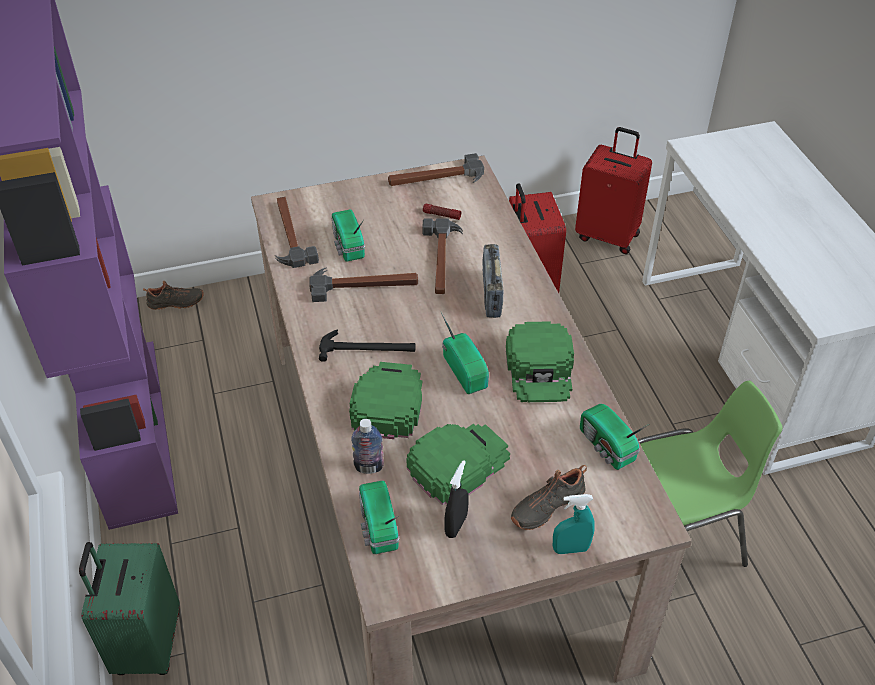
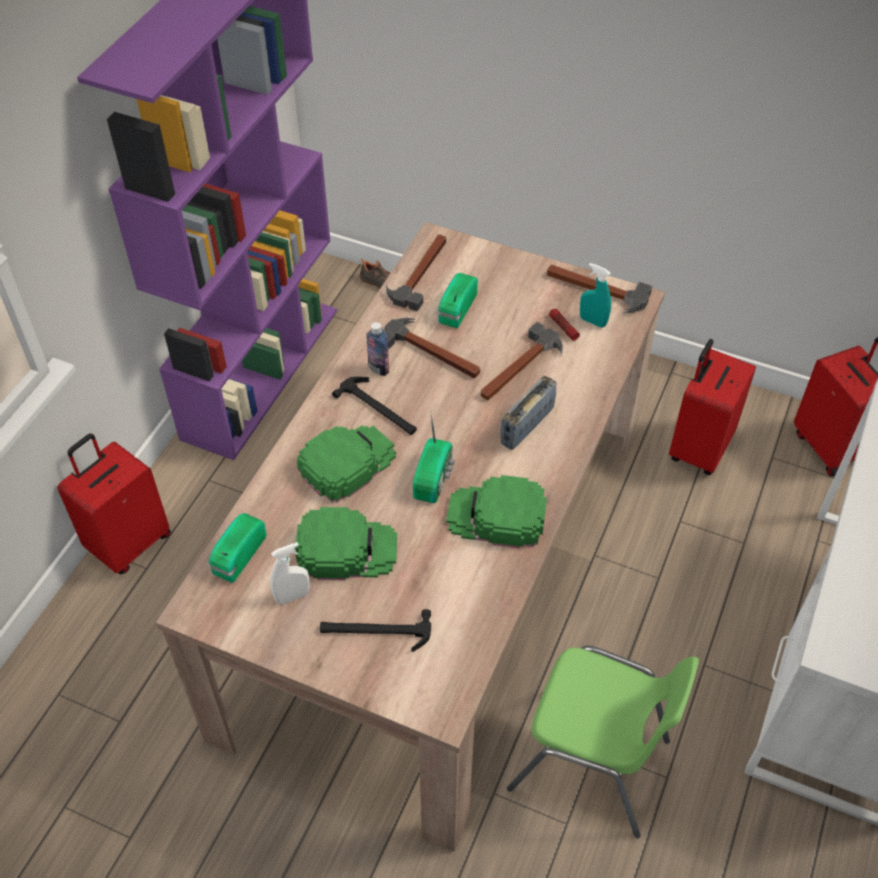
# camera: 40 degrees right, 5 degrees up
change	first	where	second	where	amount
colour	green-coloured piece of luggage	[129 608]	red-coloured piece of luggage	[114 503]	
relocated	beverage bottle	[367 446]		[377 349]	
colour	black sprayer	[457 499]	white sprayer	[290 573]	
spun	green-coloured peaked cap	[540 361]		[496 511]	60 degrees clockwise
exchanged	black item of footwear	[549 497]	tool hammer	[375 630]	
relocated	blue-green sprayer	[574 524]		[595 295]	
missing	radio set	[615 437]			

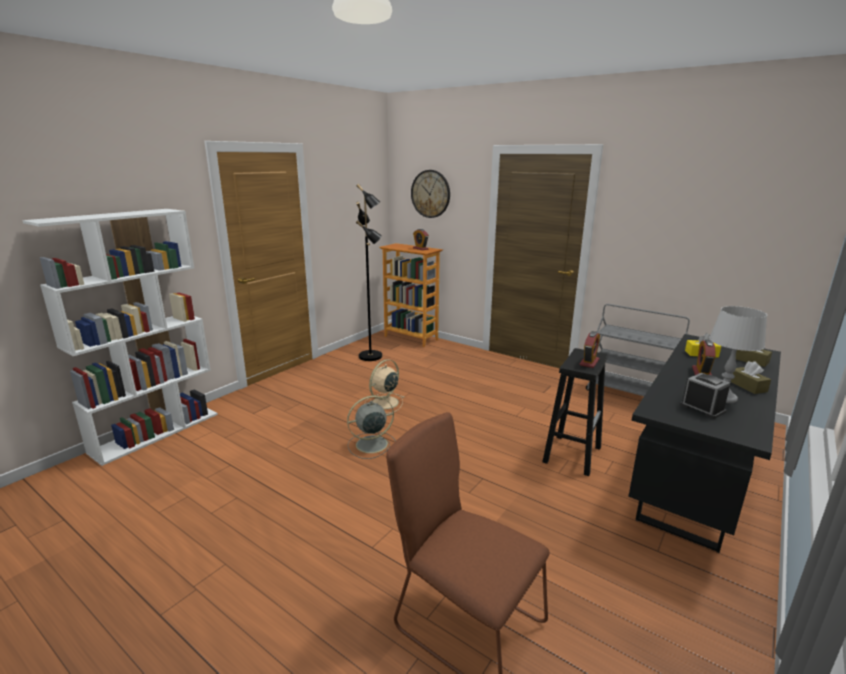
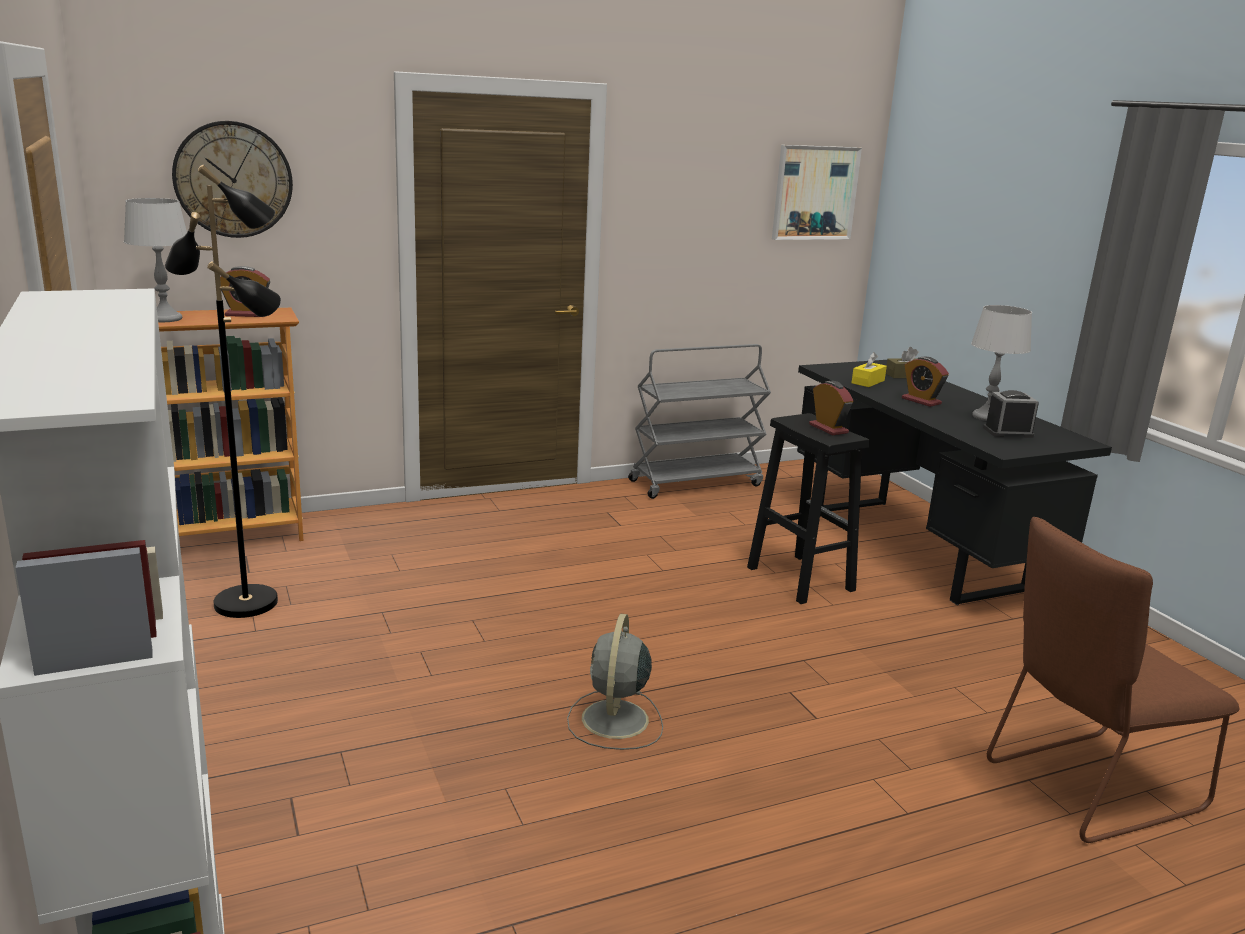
# camera: 60 degrees left, 0 degrees up
change	first	where	second	where	amount
missing	beige-coloured fan	[384 386]			
missing	brown-coloured box of tissues	[751 377]			
appeared			gray tabletop lamp	[155 260]	
appeared			wall art	[817 192]	

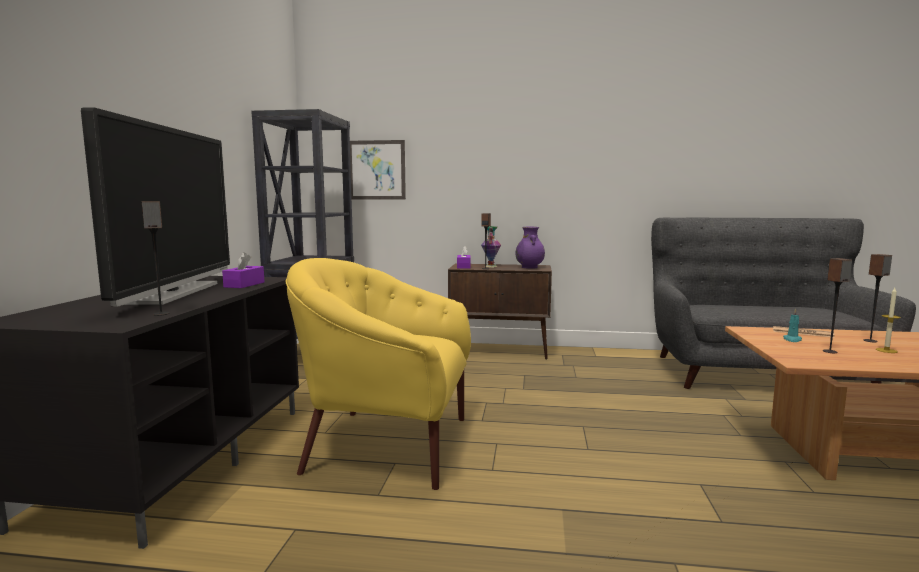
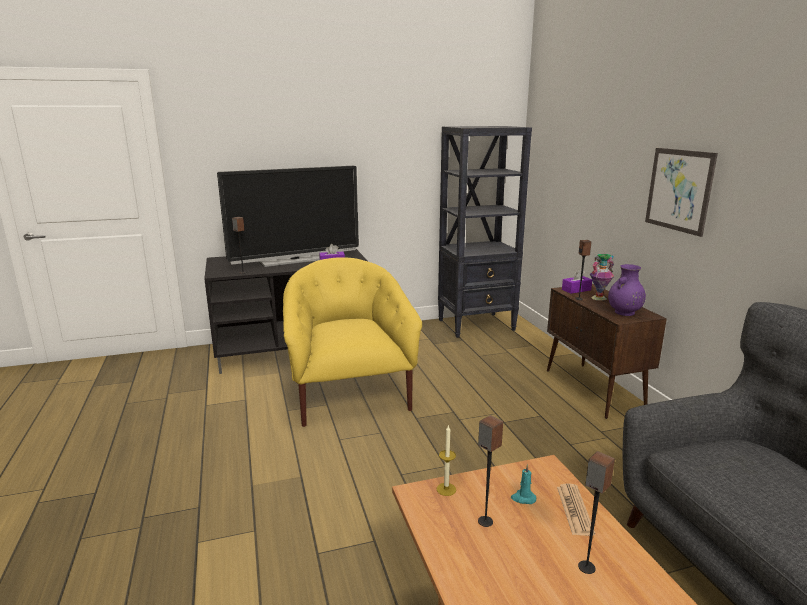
# camera: 65 degrees right, 10 degrees up
change	first	where	second	where	amount
relocated	wall art	[378 169]		[681 192]	
relocated	candle	[888 320]		[446 460]	

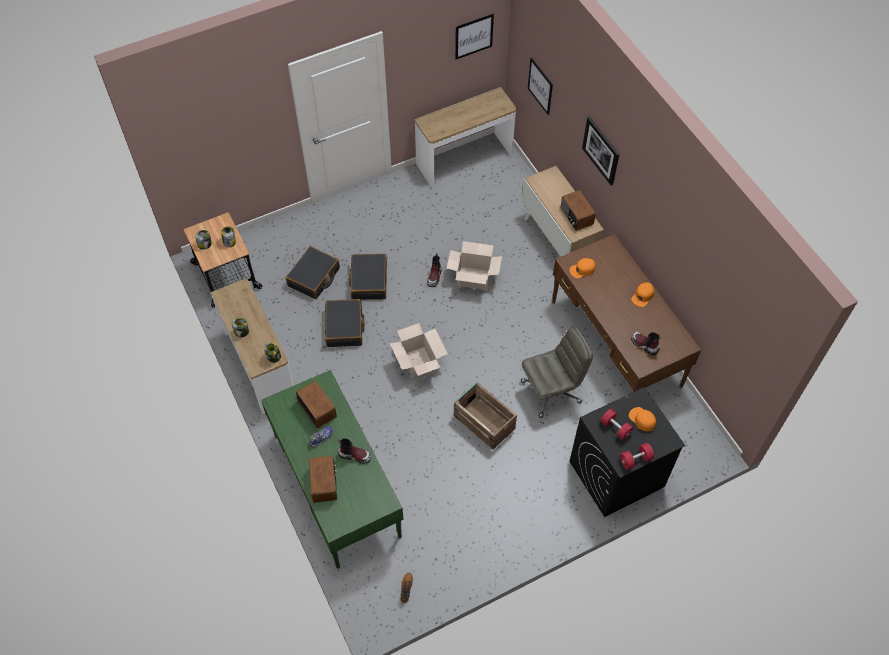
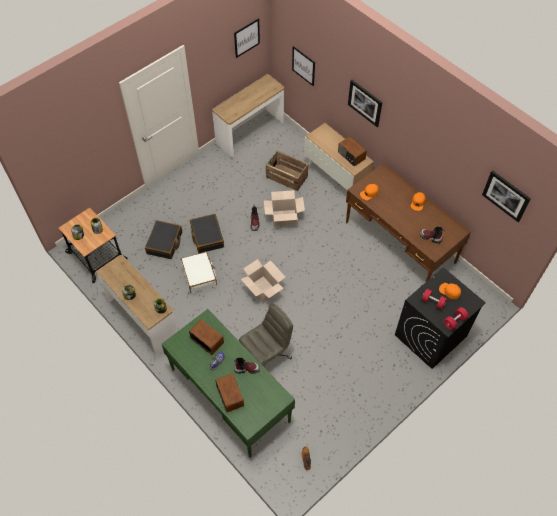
# camera: 15 degrees left, 0 degrees up
change	first	where	second	where	amount
colour	black piece of luggage	[345 323]	white piece of luggage	[199 272]	
relocated	shipping crate	[485 415]		[287 170]	
relocated	gray desk chair	[557 372]		[266 336]	
appeared			wall art	[506 196]	

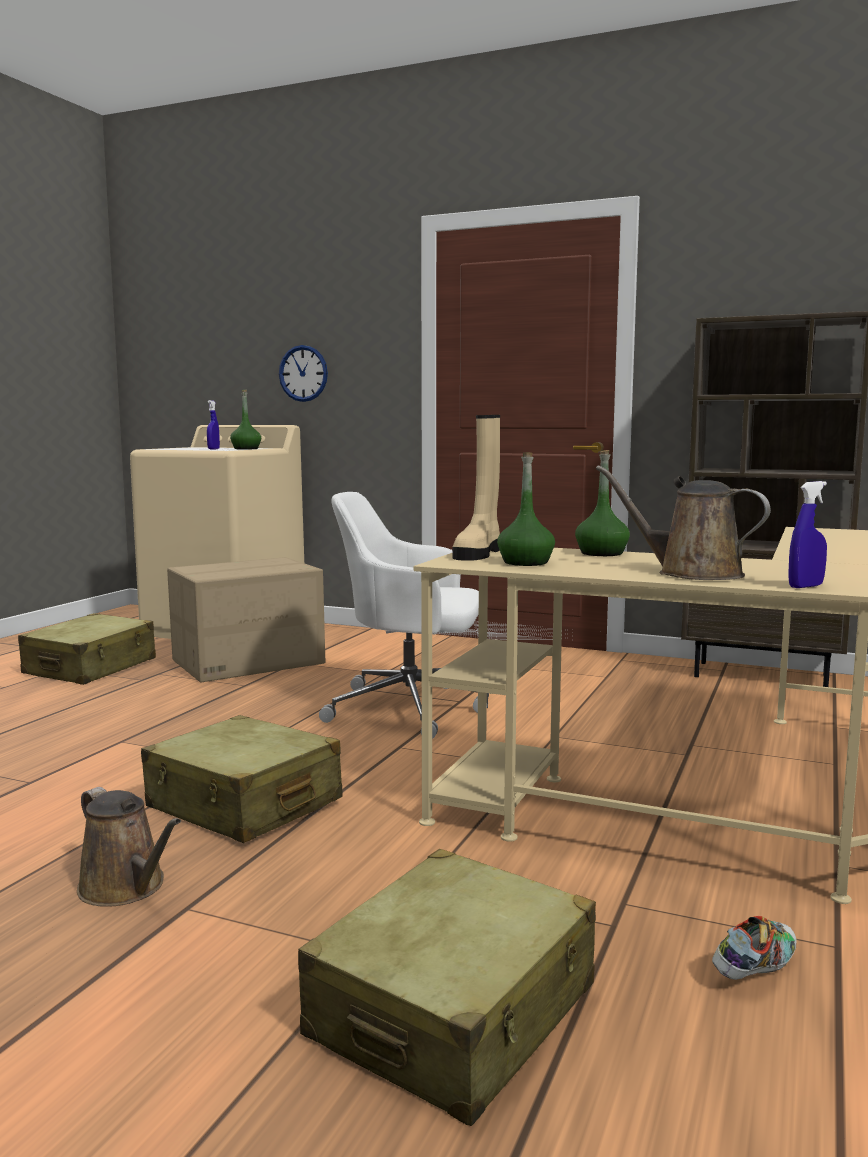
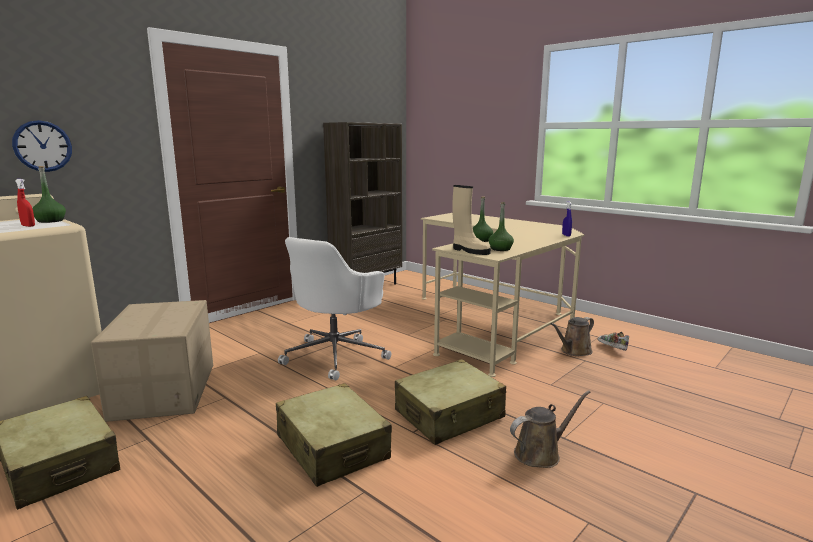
# camera: 70 degrees left, 5 degrees up
change	first	where	second	where	amount
colour	blue-coloured sprayer	[213 425]	red-coloured sprayer	[25 203]	
relocated	beige-coloured piece of luggage	[447 987]		[334 435]	
relocated	brown-coloured watering can	[683 523]		[572 336]	

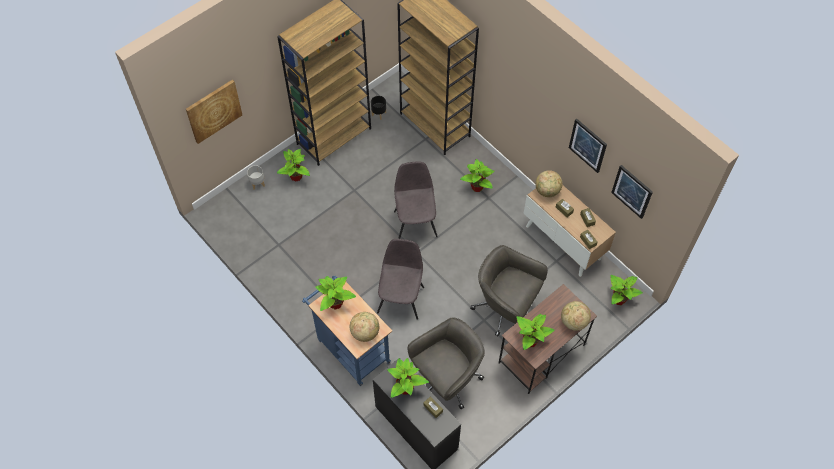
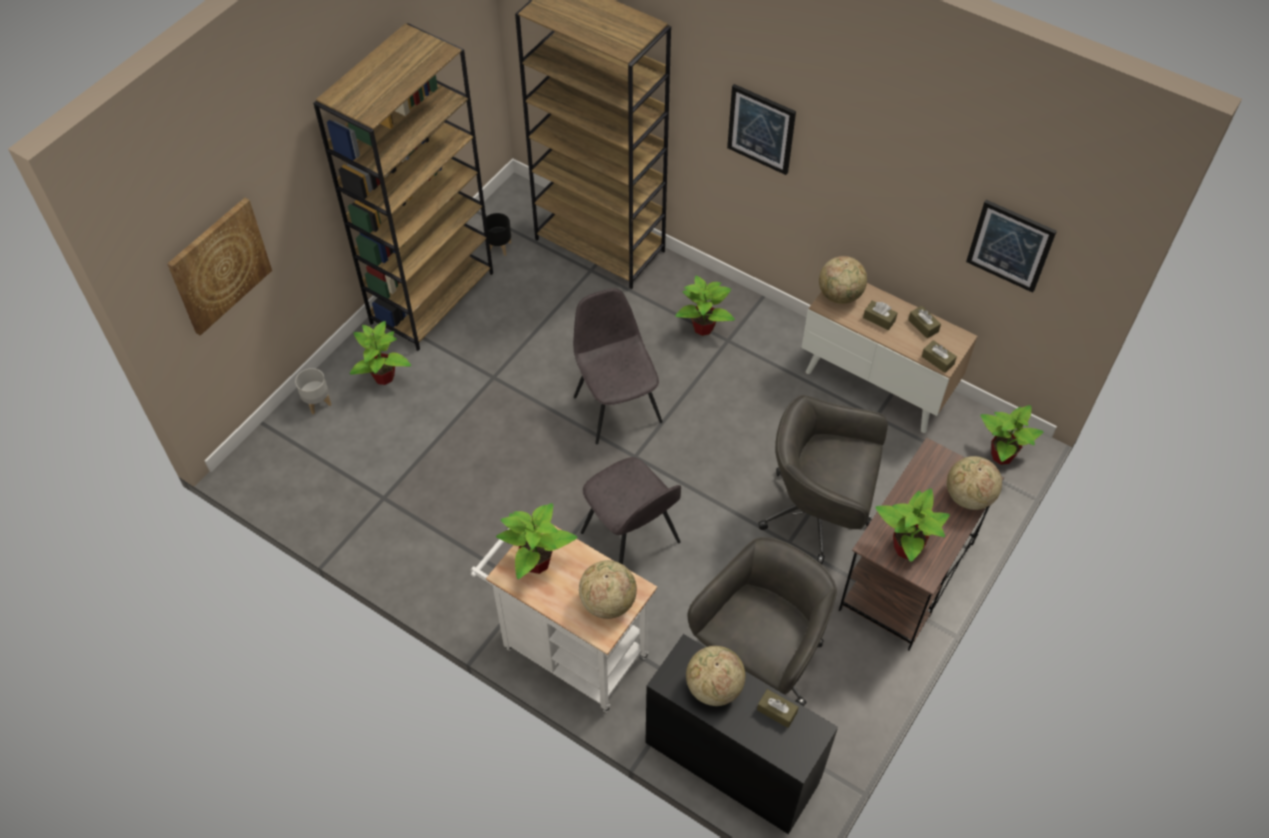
# camera: 15 degrees left, 5 degrees down
change	first	where	second	where	amount
colour	blue-coloured cart	[347 331]	white cart	[564 618]	
spun	gray chair	[400 279]		[631 510]	150 degrees clockwise
exchanged	potted plant	[408 378]	globe	[715 676]	
relocated	wall art	[588 146]		[761 129]	

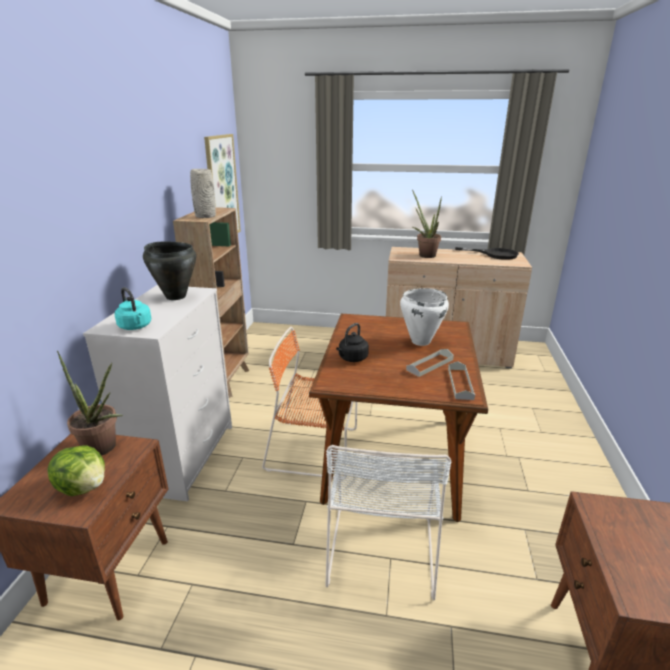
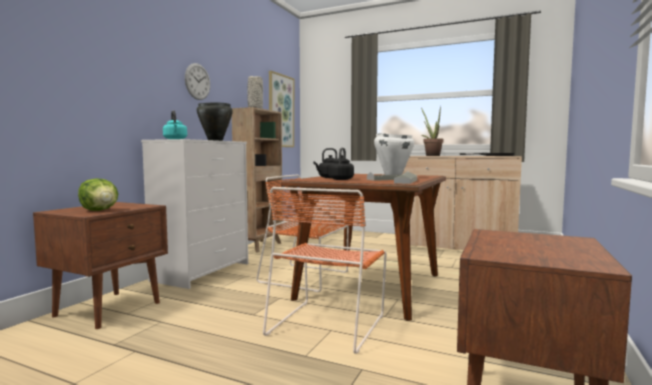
# camera: 15 degrees right, 20 degrees down
change	first	where	second	where	amount
missing	potted plant	[90 403]			
colour	white chair	[388 522]	orangey chair	[325 270]	
appeared			wall clock	[197 81]	
appeared			black water kettle	[341 164]	

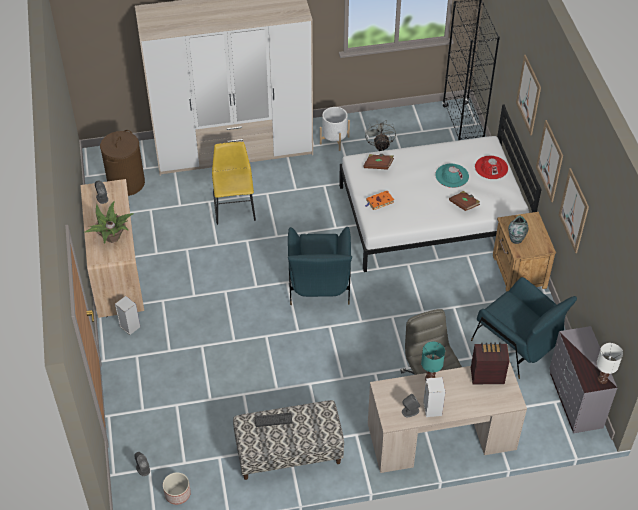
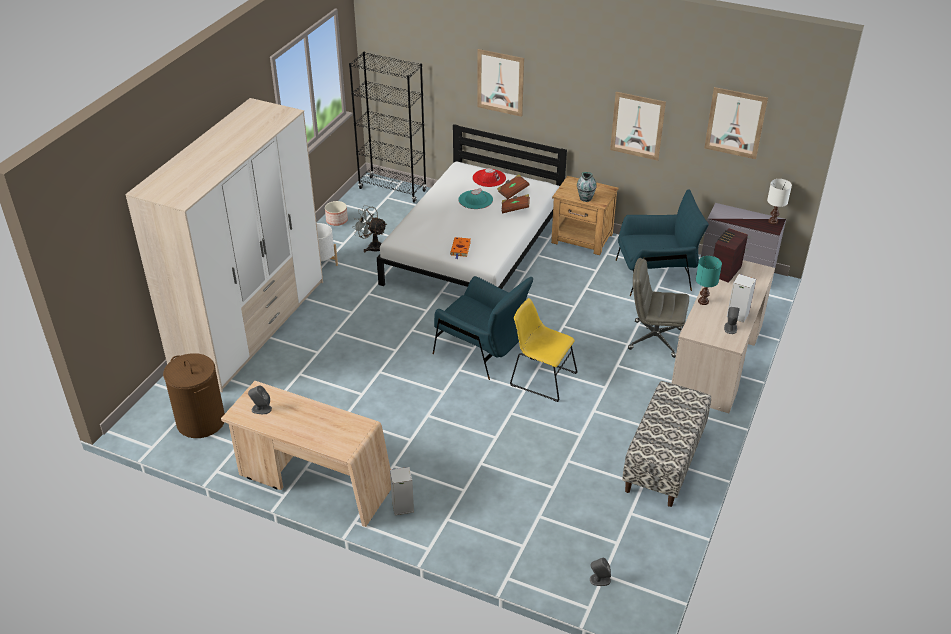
# camera: 55 degrees left, 10 degrees down
change	first	where	second	where	amount
missing	potted plant	[109 222]			
relocated	plant pot	[177 488]		[336 213]	
relocated	yellow-coloured chair	[234 183]		[544 350]	
missing	PC keyboard	[273 420]			
relocated	brown-coloured book	[378 162]		[513 187]	
relocated	wall art	[549 161]		[736 123]	

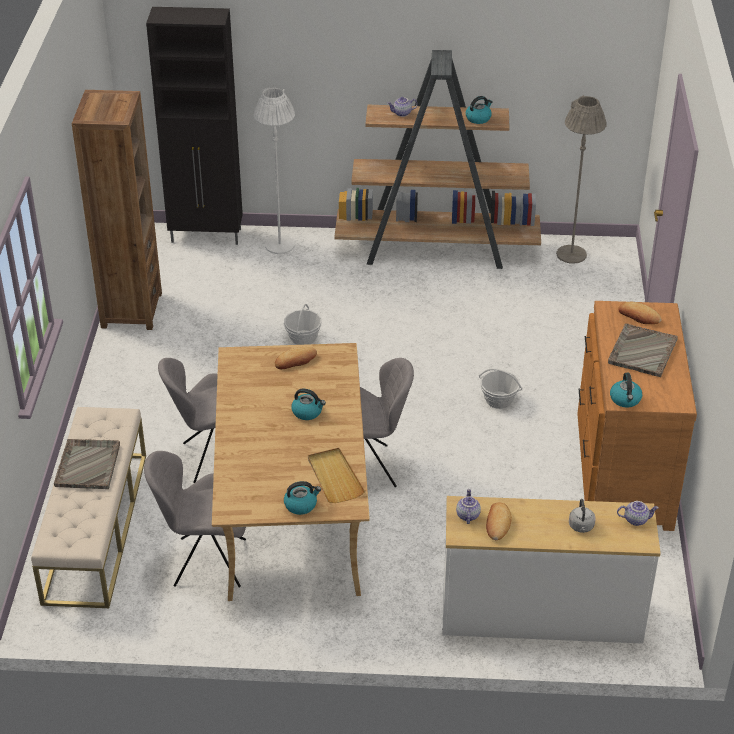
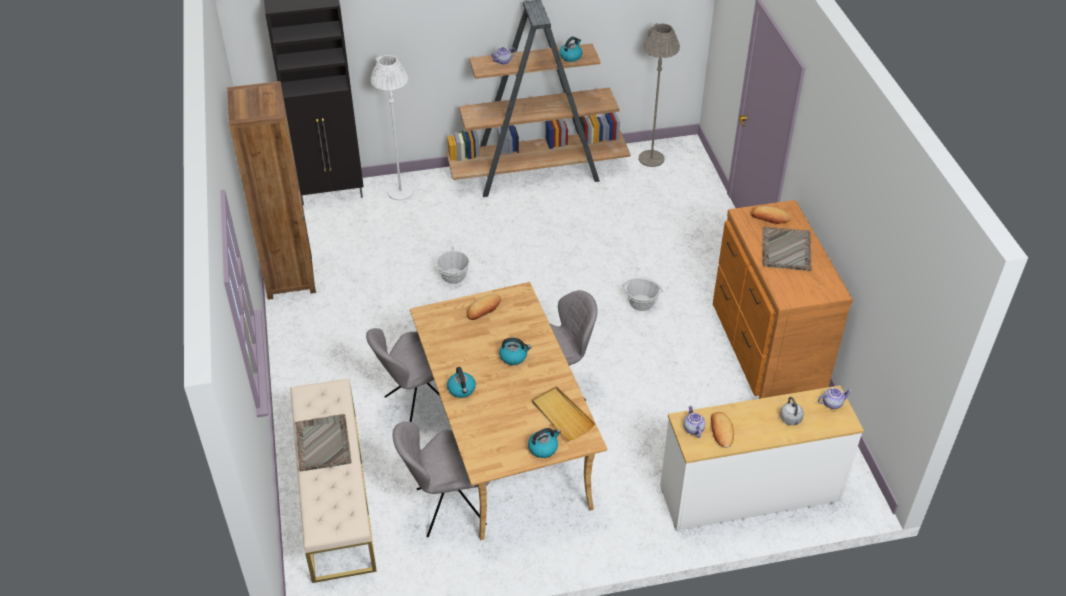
# camera: 15 degrees left, 5 degrees up
change	first	where	second	where	amount
relocated	water kettle	[626 390]		[461 382]	

